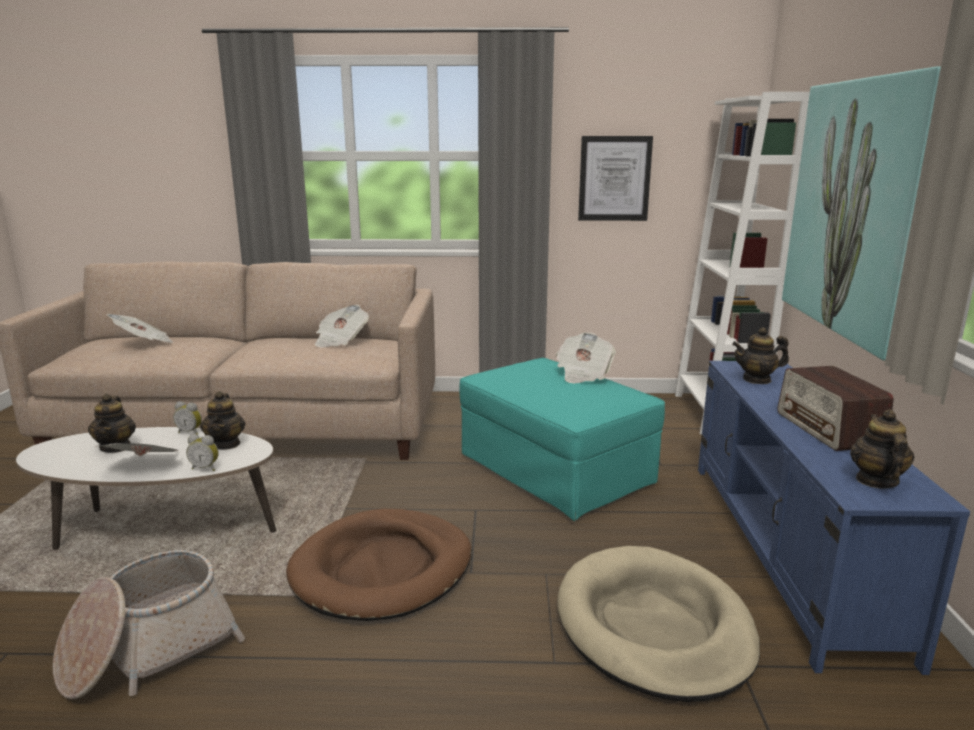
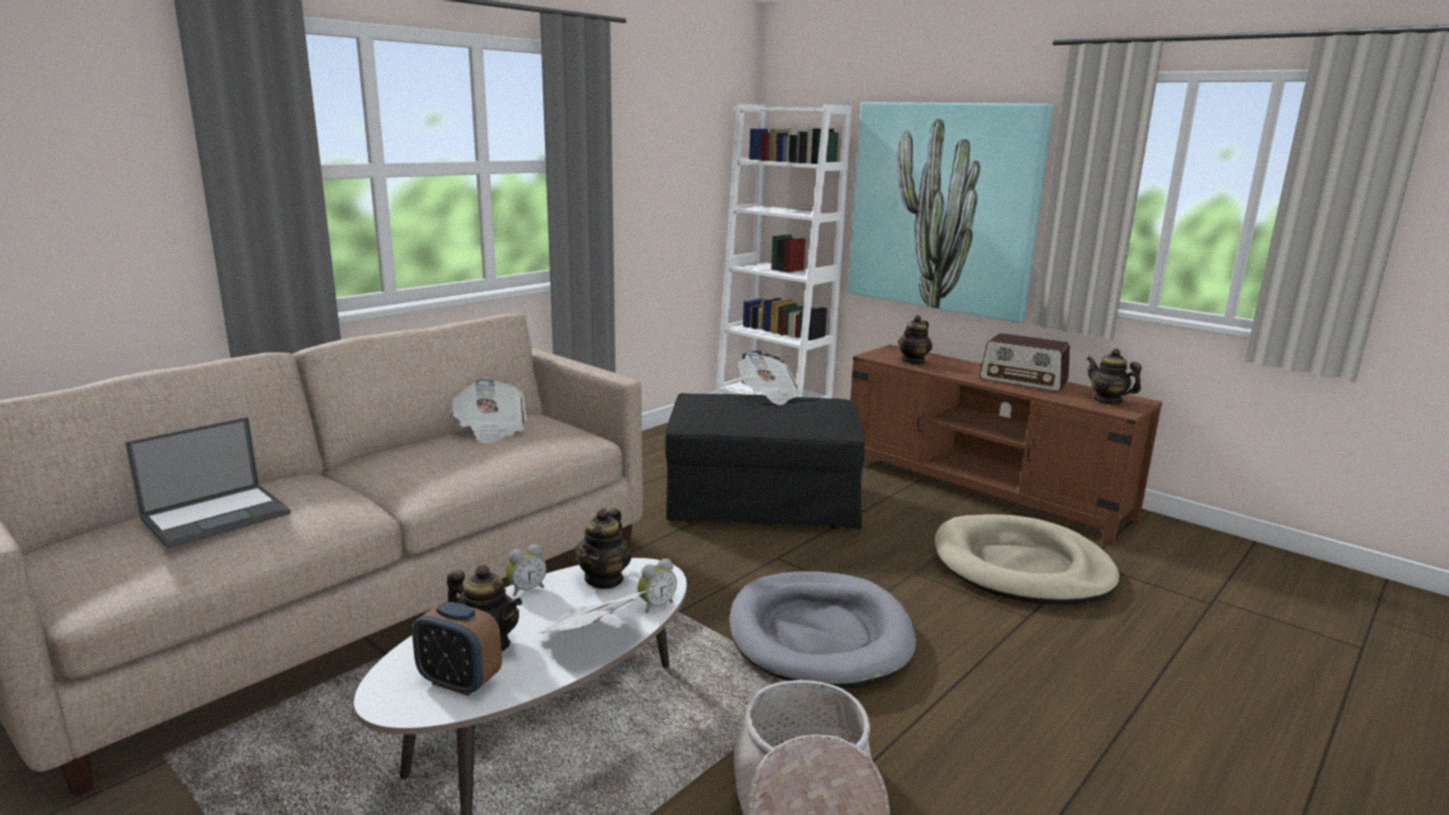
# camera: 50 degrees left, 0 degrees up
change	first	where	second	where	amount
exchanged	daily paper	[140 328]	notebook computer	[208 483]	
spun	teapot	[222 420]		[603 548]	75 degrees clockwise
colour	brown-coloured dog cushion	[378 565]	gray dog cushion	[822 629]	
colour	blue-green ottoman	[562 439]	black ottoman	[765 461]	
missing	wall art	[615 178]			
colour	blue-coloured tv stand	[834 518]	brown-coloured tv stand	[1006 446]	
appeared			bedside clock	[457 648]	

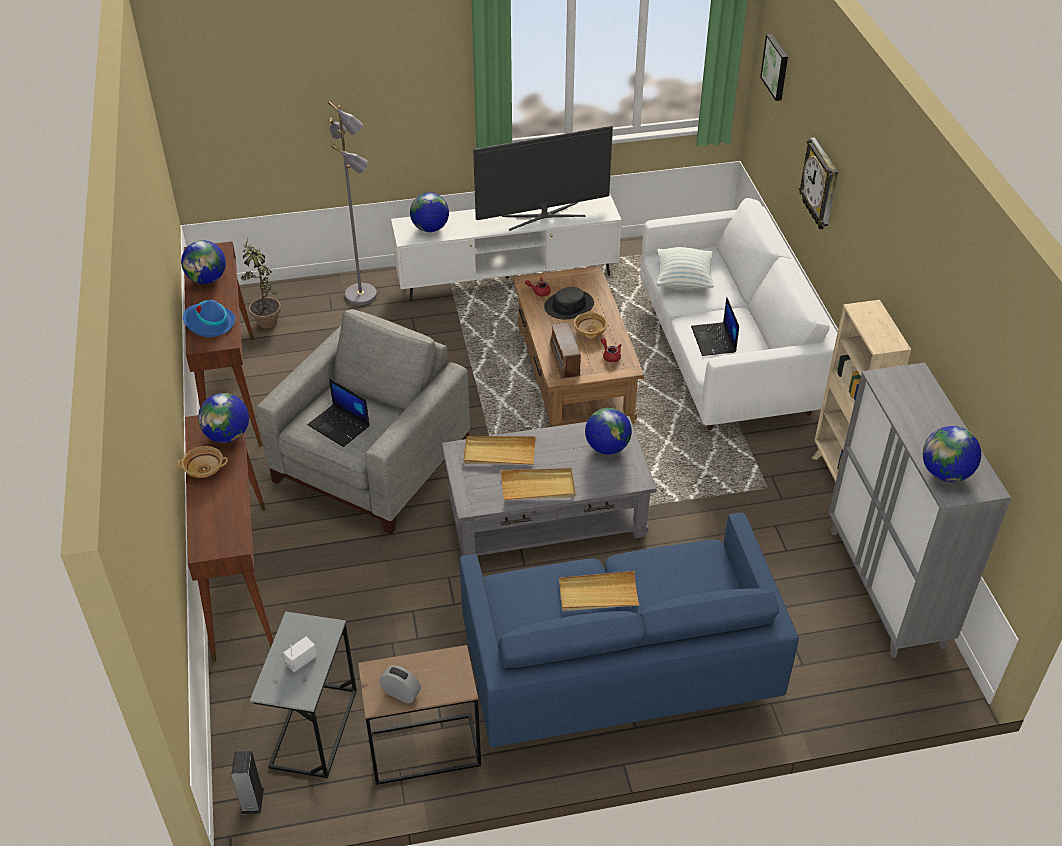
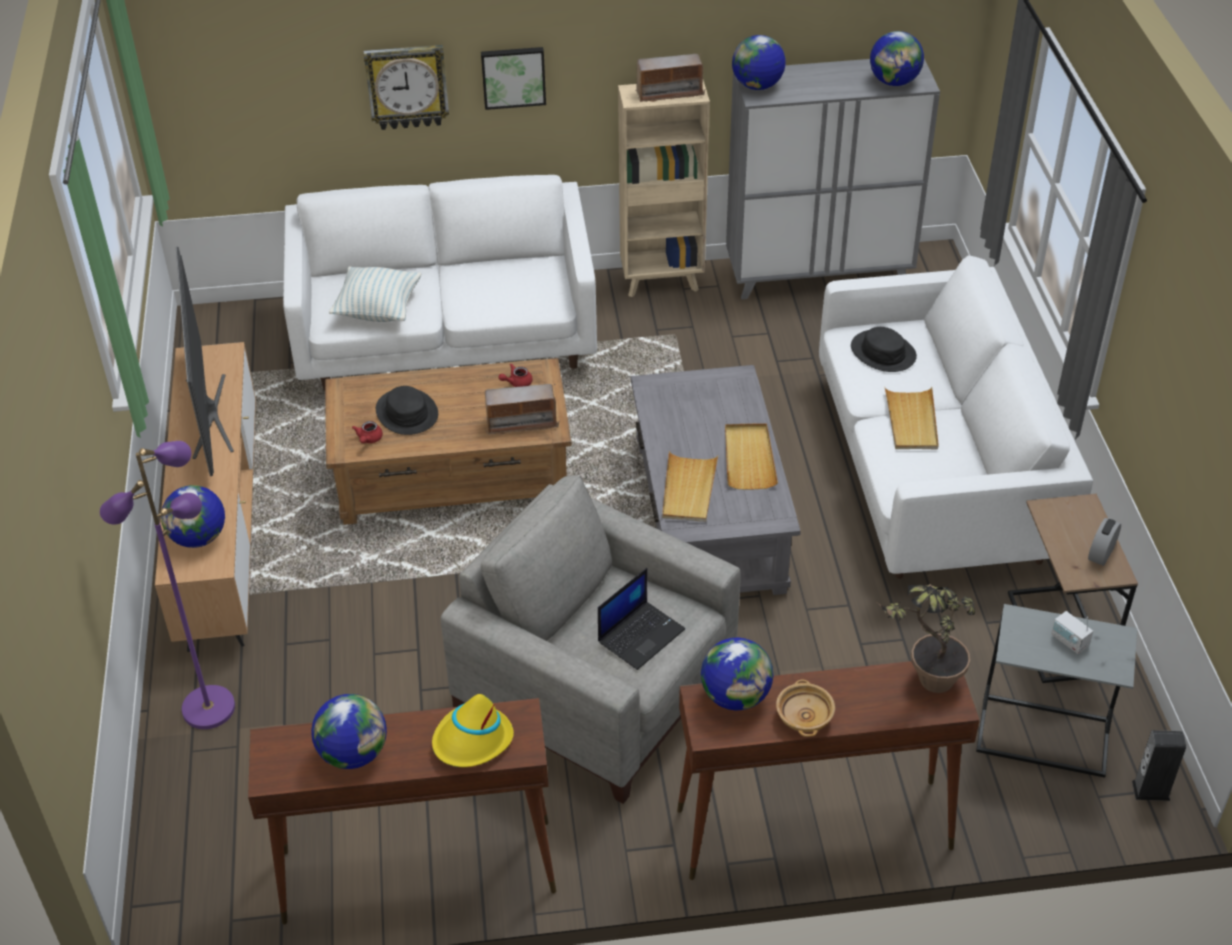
# camera: 85 degrees left, 0 degrees up
change	first	where	second	where	amount
colour	blue-coloured hat	[209 318]	yellow-coloured hat	[473 730]	
relocated	potted plant	[261 283]		[926 638]	
colour	gray floor lamp	[352 202]	purplish floor lamp	[167 585]	
colour	white tv stand	[506 247]	brown-coloured tv stand	[205 497]	
colour	blue-coloured couch	[629 630]	white couch	[956 417]	
missing	beige-coloured bowl	[591 324]			
relocated	globe	[608 431]		[759 62]	
missing	notebook computer	[715 326]			
relocated	wall art	[774 67]		[513 78]	
appeared			radio set	[671 78]	
appeared			black hat	[884 349]	

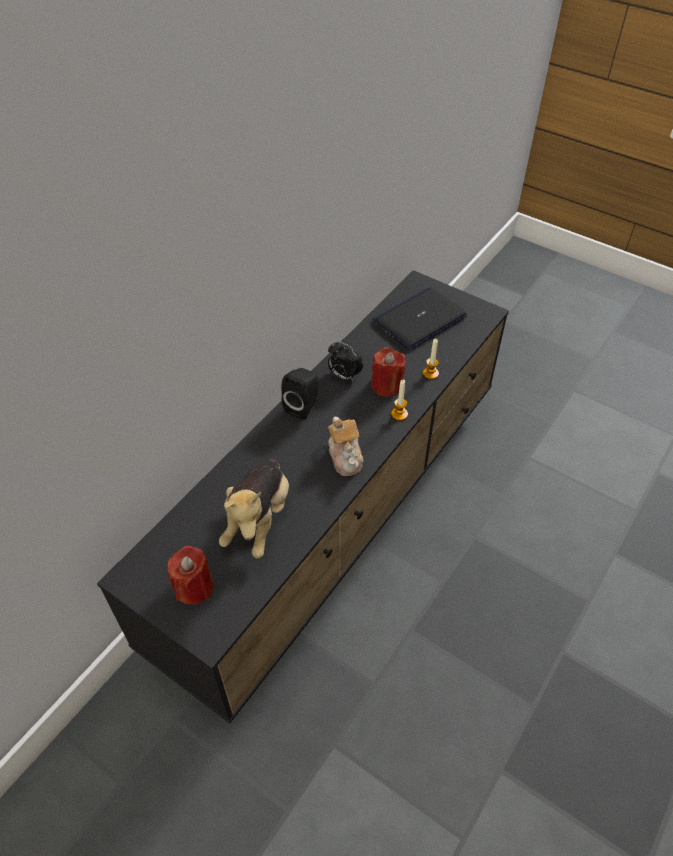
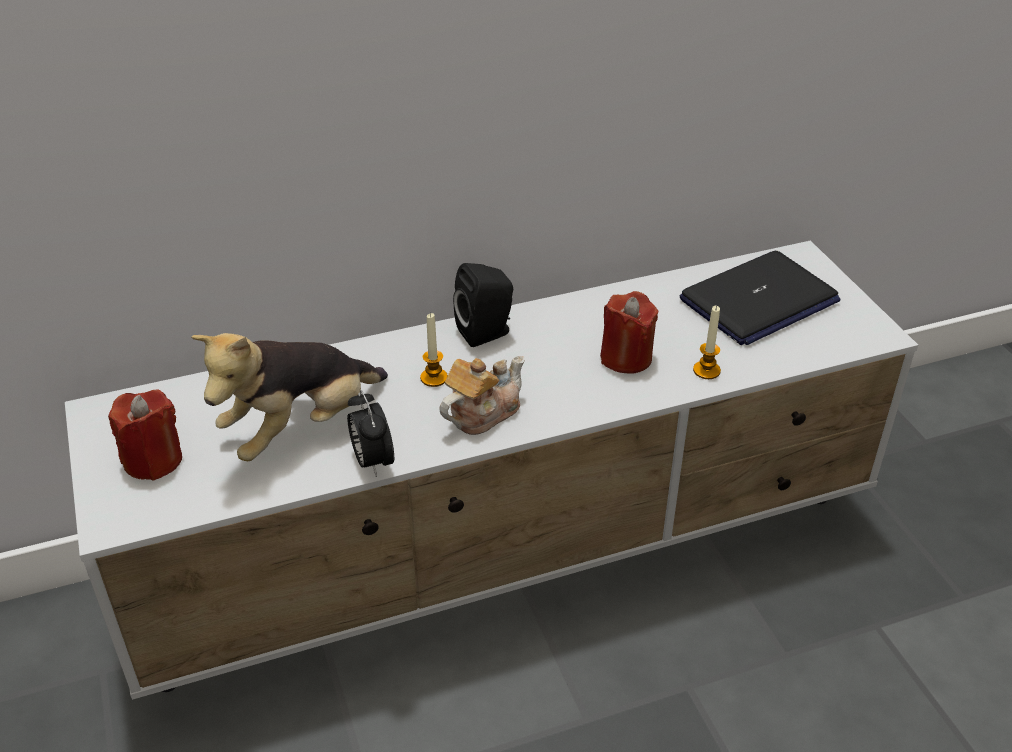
# camera: 35 degrees right, 10 degrees down
change	first	where	second	where	amount
colour	black tv stand	[303 497]	white tv stand	[491 470]	
relocated	bedside clock	[345 361]		[370 433]	
spun	teapot	[345 446]		[482 395]	150 degrees counterclockwise
spun	notebook computer	[420 318]		[760 298]	150 degrees clockwise
relocated	candle	[399 400]		[434 350]	

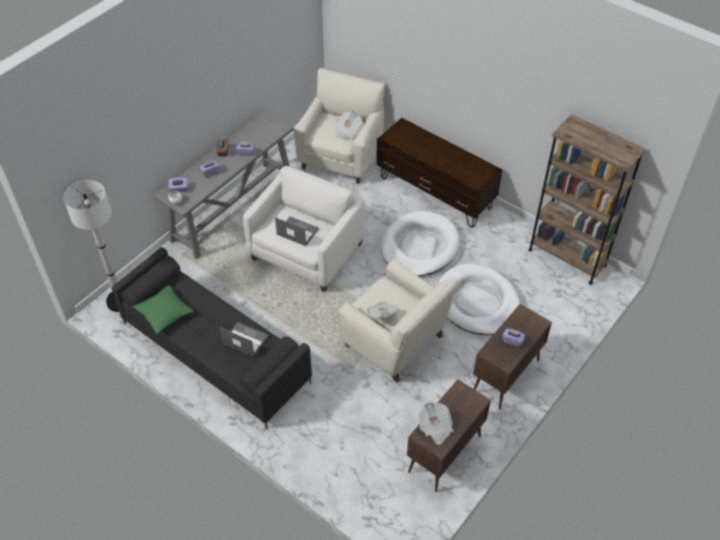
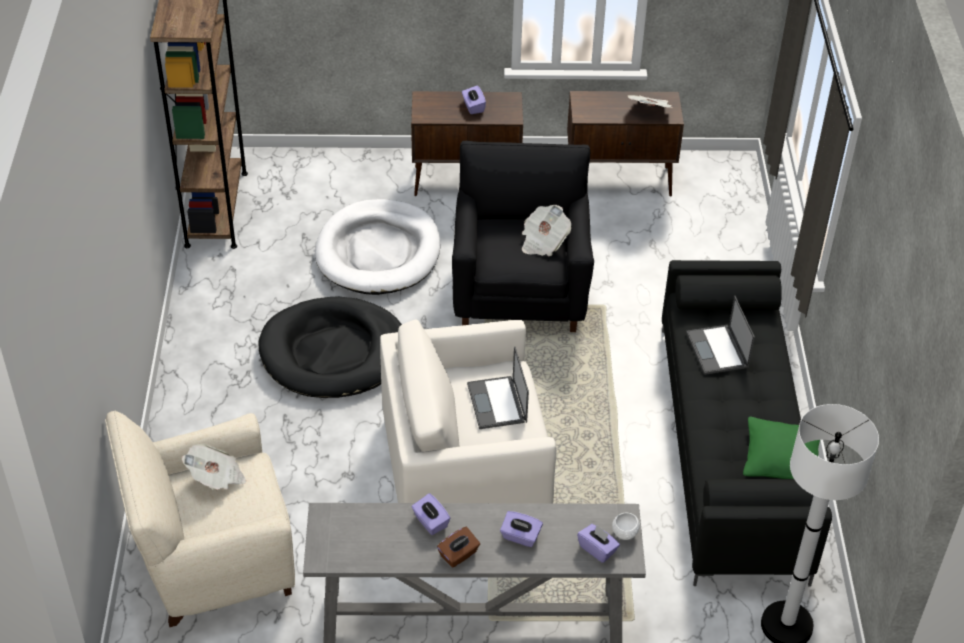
# camera: 130 degrees left, 5 degrees down
change	first	where	second	where	amount
colour	beige-coloured lounge chair	[398 320]	black lounge chair	[523 236]	
missing	brown-coloured tv stand	[439 173]			
colour	white dog cushion	[420 244]	black dog cushion	[330 347]	

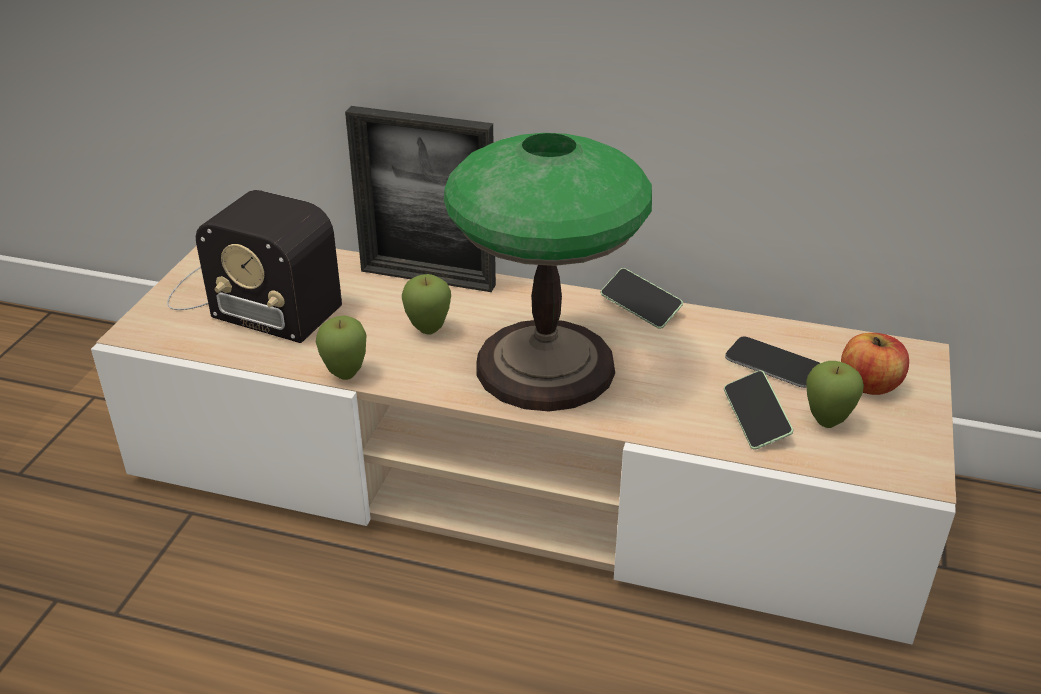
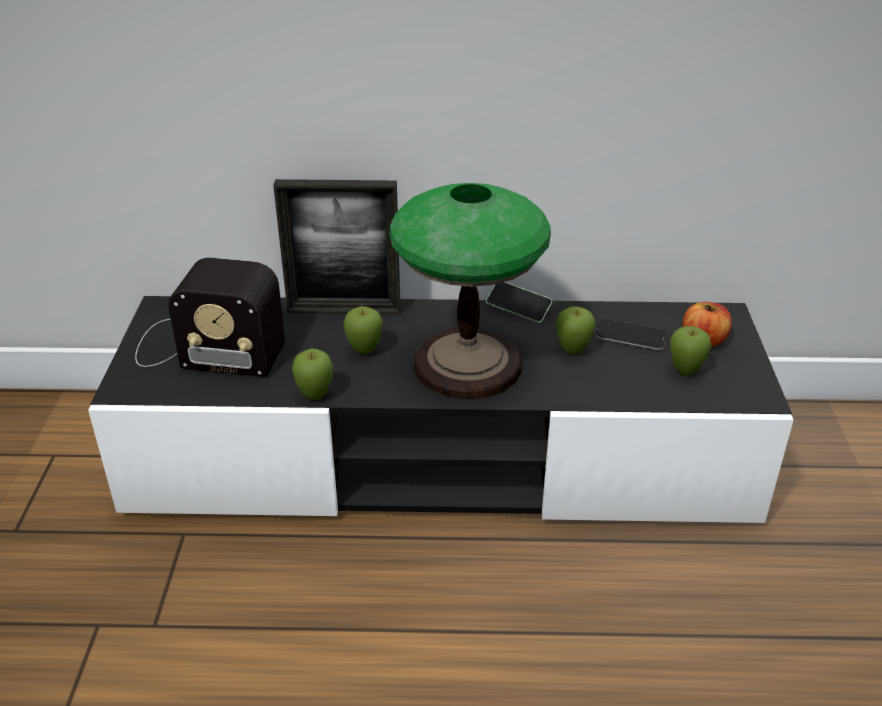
# camera: 15 degrees left, 0 degrees up
change	first	where	second	where	amount
colour	beige-coloured tv stand	[523 445]	black tv stand	[441 409]	
missing	phone	[758 410]			
appeared			apple	[576 330]	

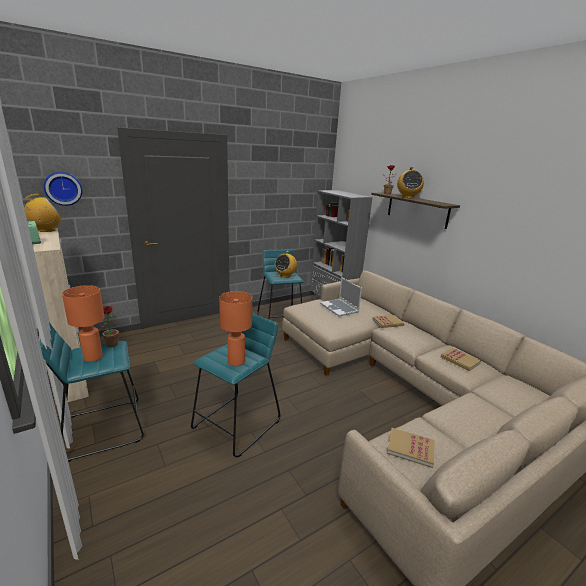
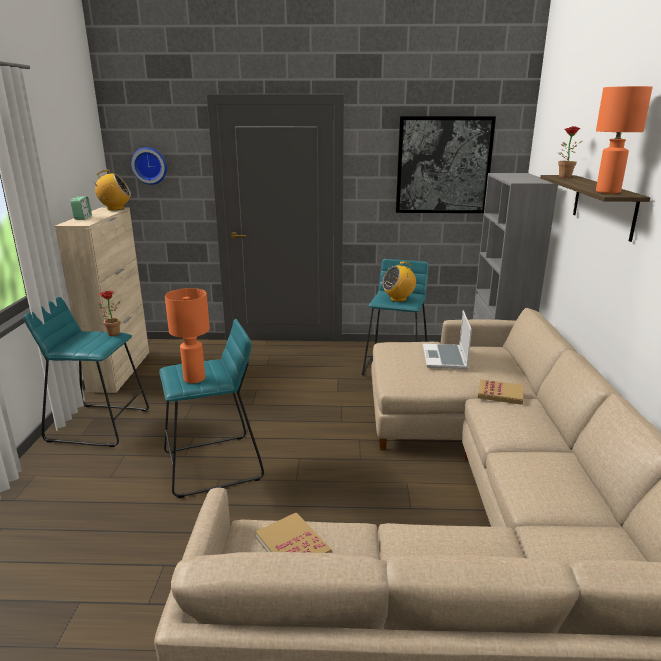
# camera: 35 degrees right, 0 degrees up
change	first	where	second	where	amount
relocated	orangey tabletop lamp	[83 323]		[624 140]	
missing	radio set	[410 182]			
missing	book	[461 359]			
appeared			wall art	[446 164]	

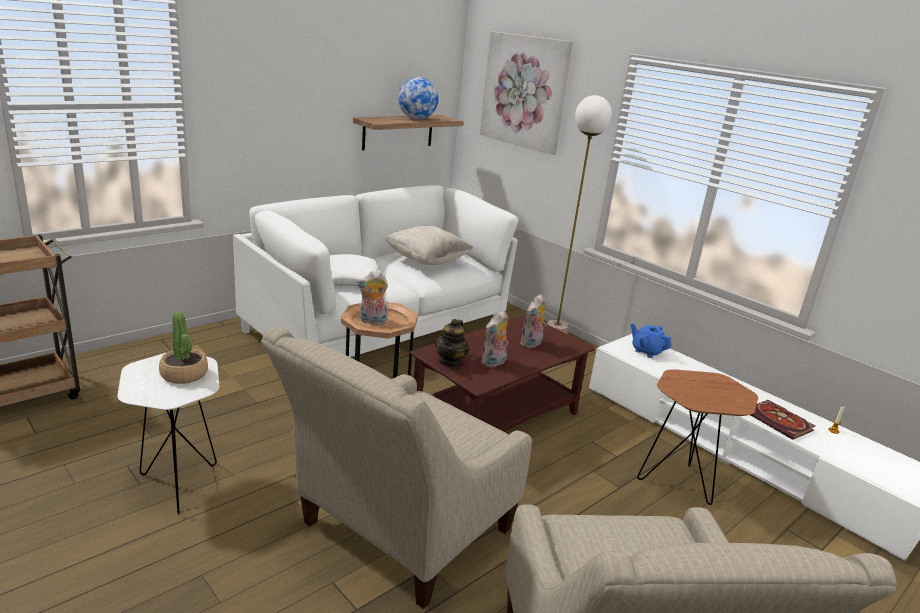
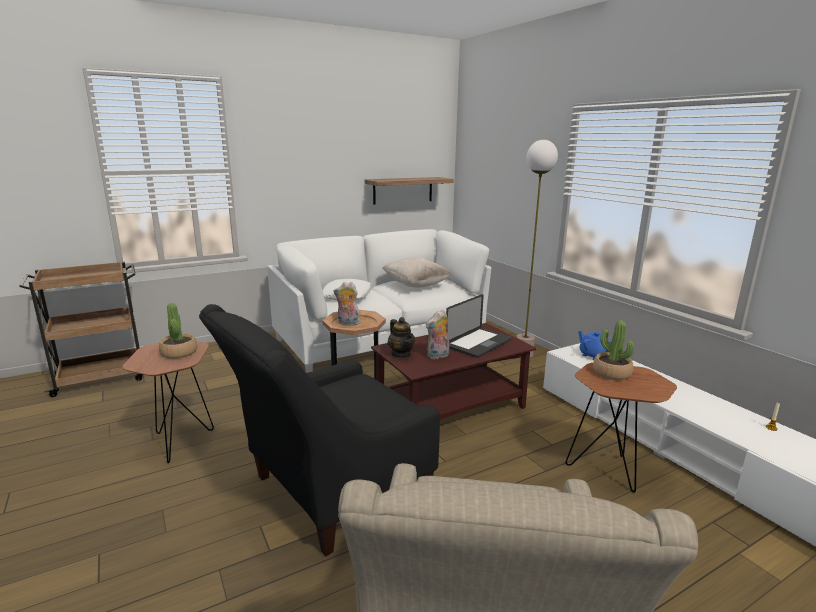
# camera: 15 degrees right, 5 degrees down
change	first	where	second	where	amount
colour	white accent table	[168 434]	brown-coloured accent table	[168 402]	
colour	beige-coloured lounge chair	[396 467]	black lounge chair	[319 430]	
missing	globe	[418 98]			
spun	teapot	[452 343]		[401 337]	60 degrees counterclockwise
missing	wall art	[526 93]			
exchanged	plush toy	[533 321]	notebook computer	[479 326]	
missing	book	[783 420]			
appeared			potted plant	[613 350]	

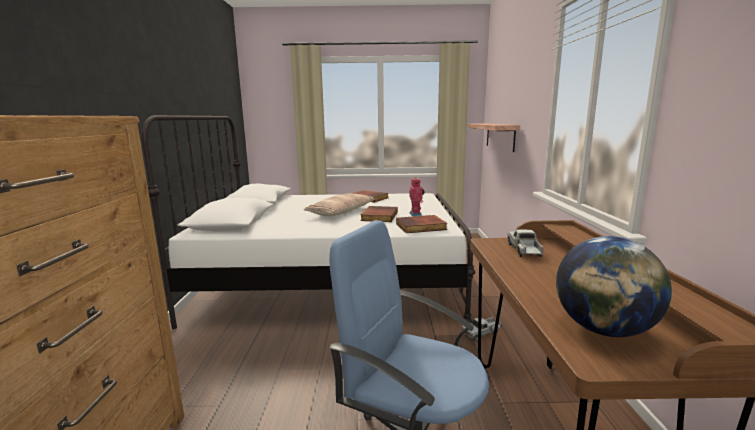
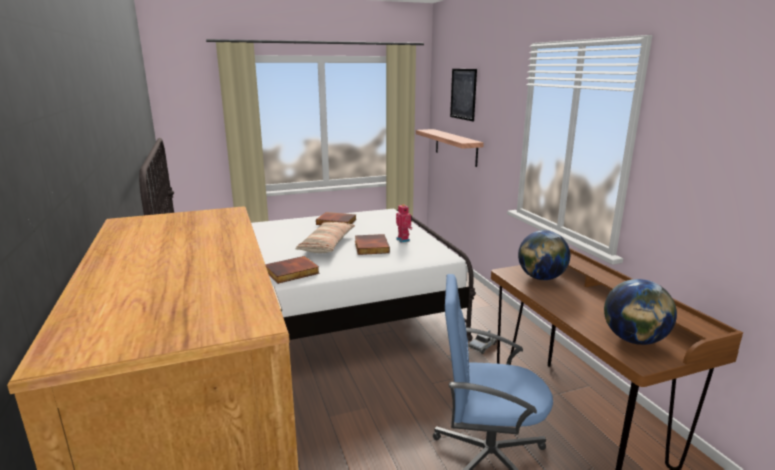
# camera: 20 degrees left, 5 degrees up
change	first	where	second	where	amount
relocated	book	[421 224]		[292 270]	
exchanged	toy lorry	[525 243]	globe	[544 255]	
appeared			wall art	[463 95]	

